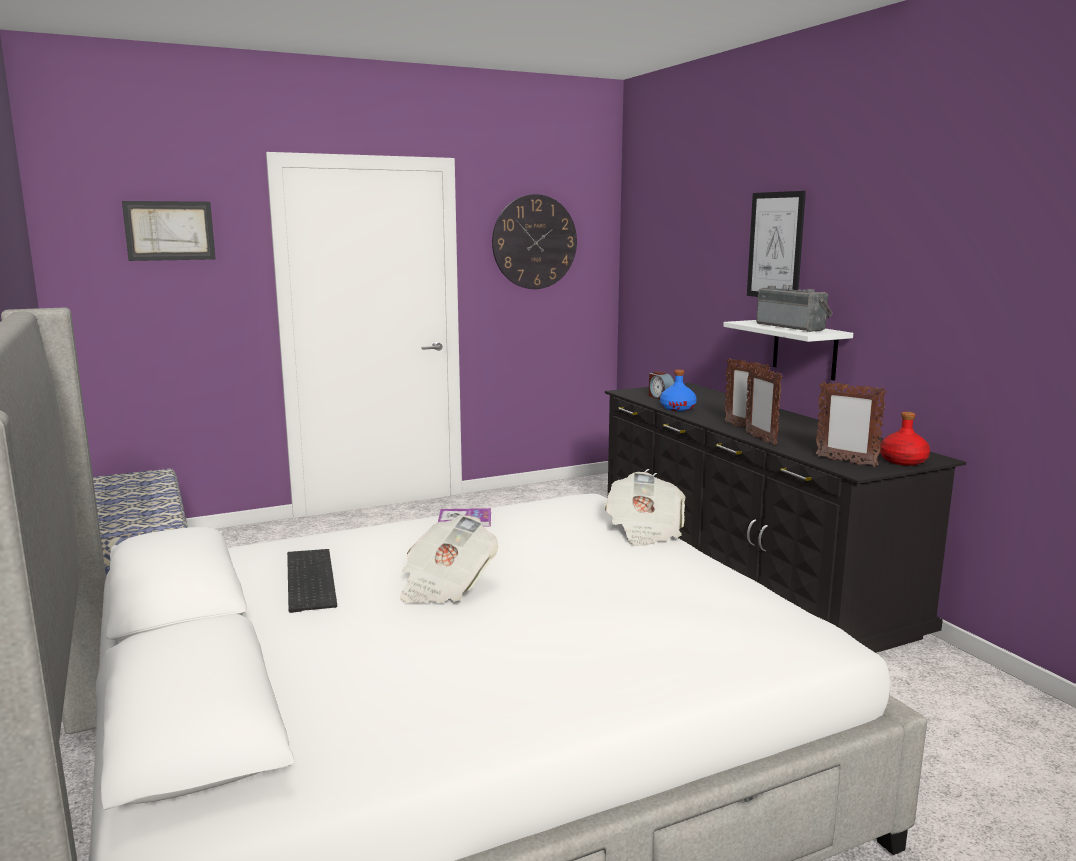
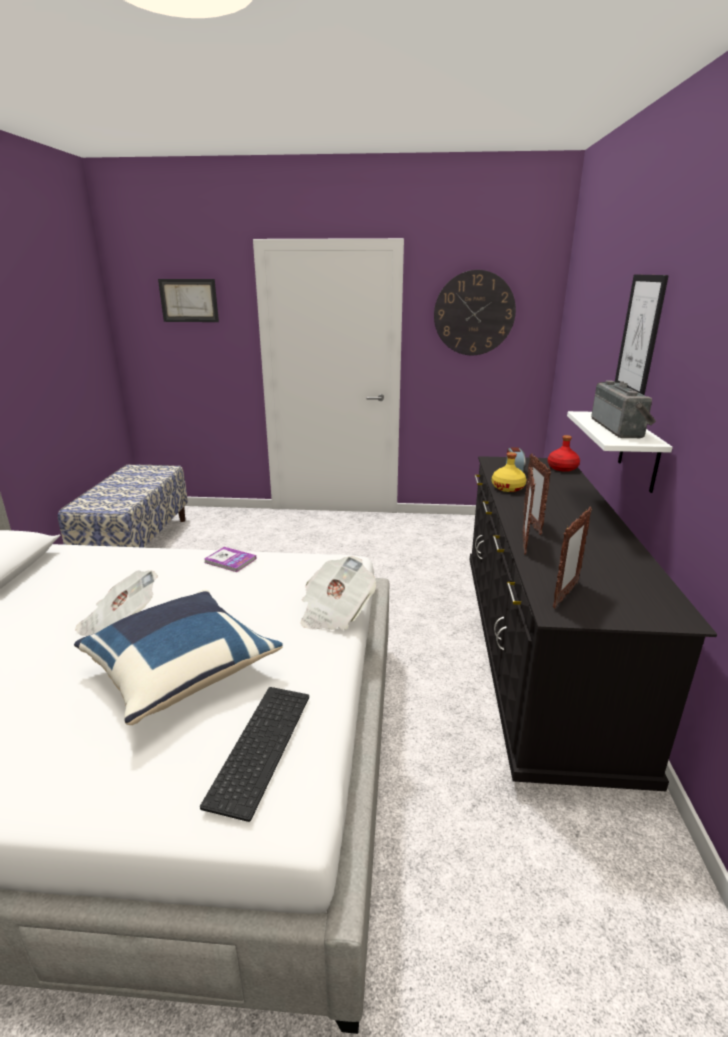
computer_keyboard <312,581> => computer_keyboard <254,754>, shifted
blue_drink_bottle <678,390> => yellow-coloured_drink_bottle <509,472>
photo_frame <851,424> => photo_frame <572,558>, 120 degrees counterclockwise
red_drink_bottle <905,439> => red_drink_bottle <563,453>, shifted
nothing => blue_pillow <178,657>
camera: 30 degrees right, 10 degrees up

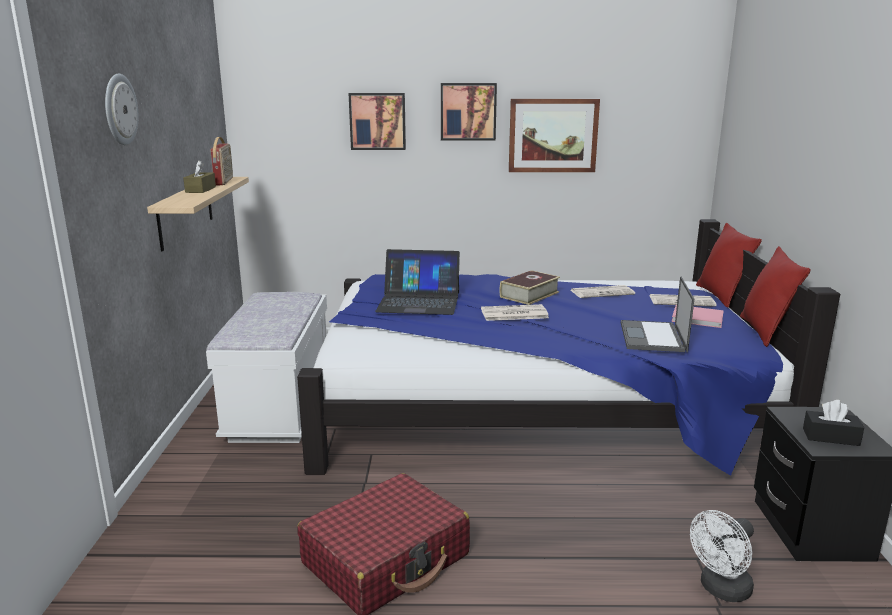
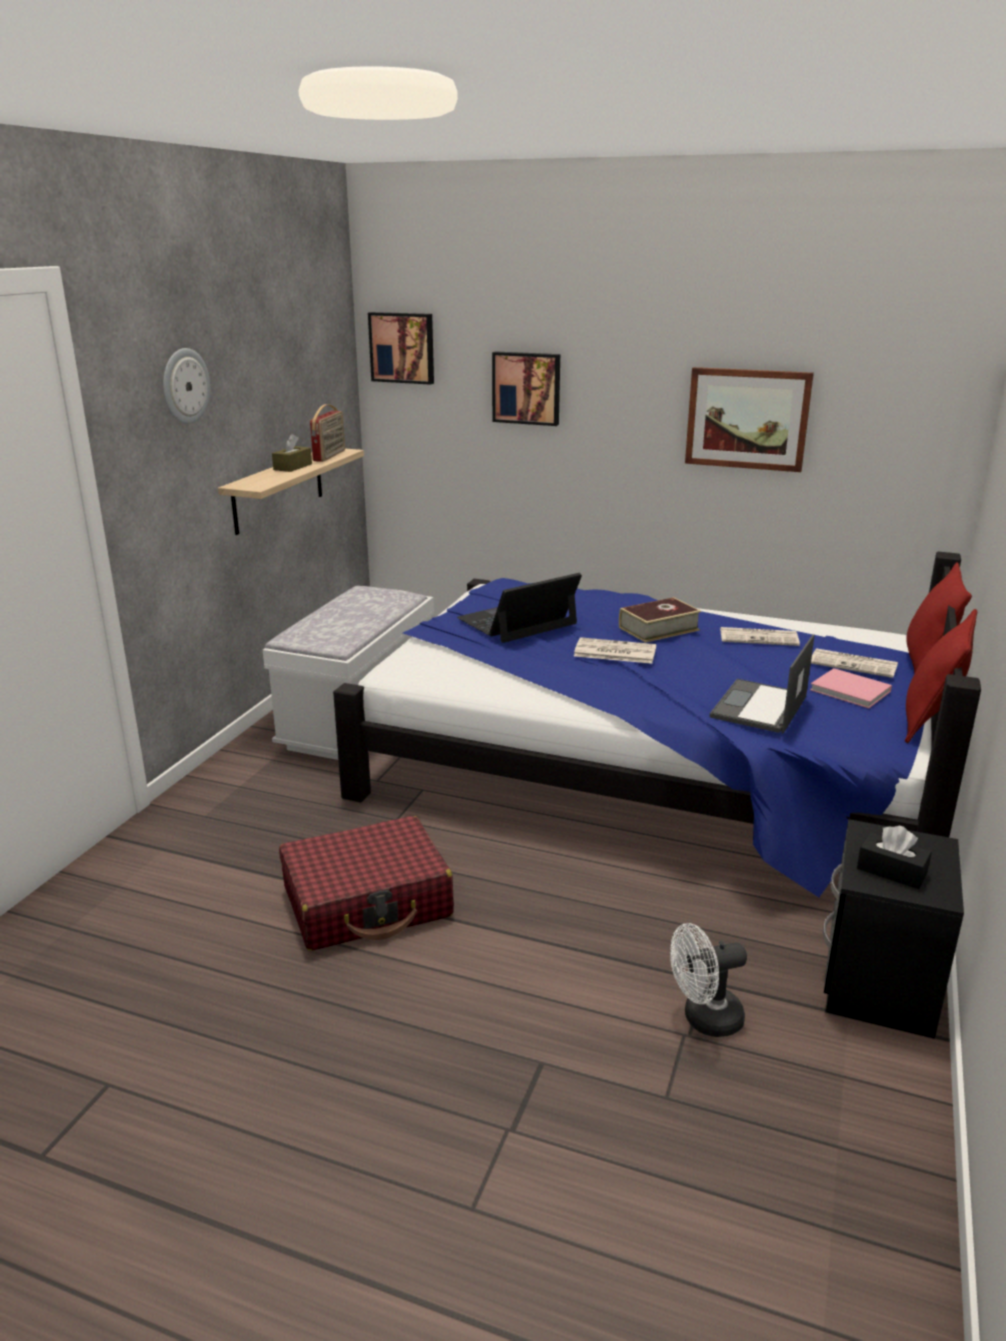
notebook_computer <417,282> => notebook_computer <519,608>, 120 degrees clockwise
picture <469,112> => picture <401,348>, shifted
camera: 20 degrees right, 5 degrees up

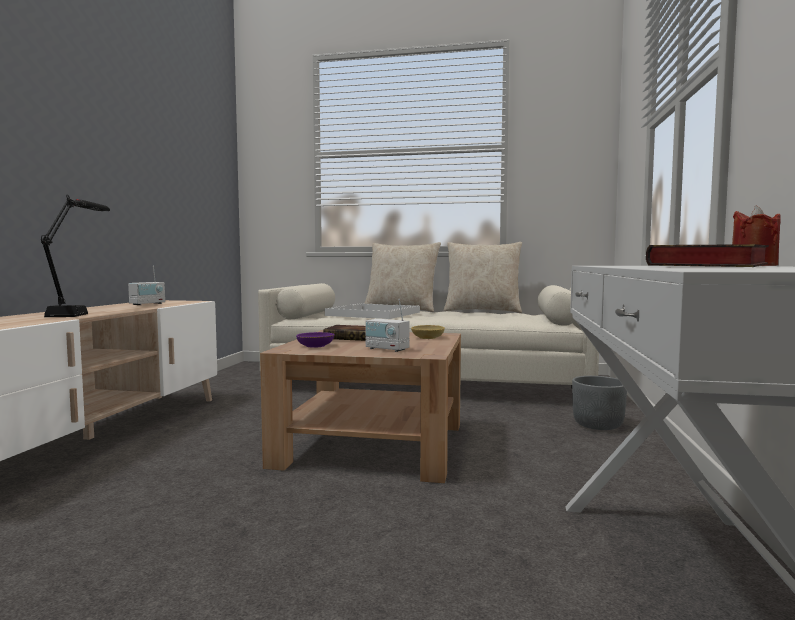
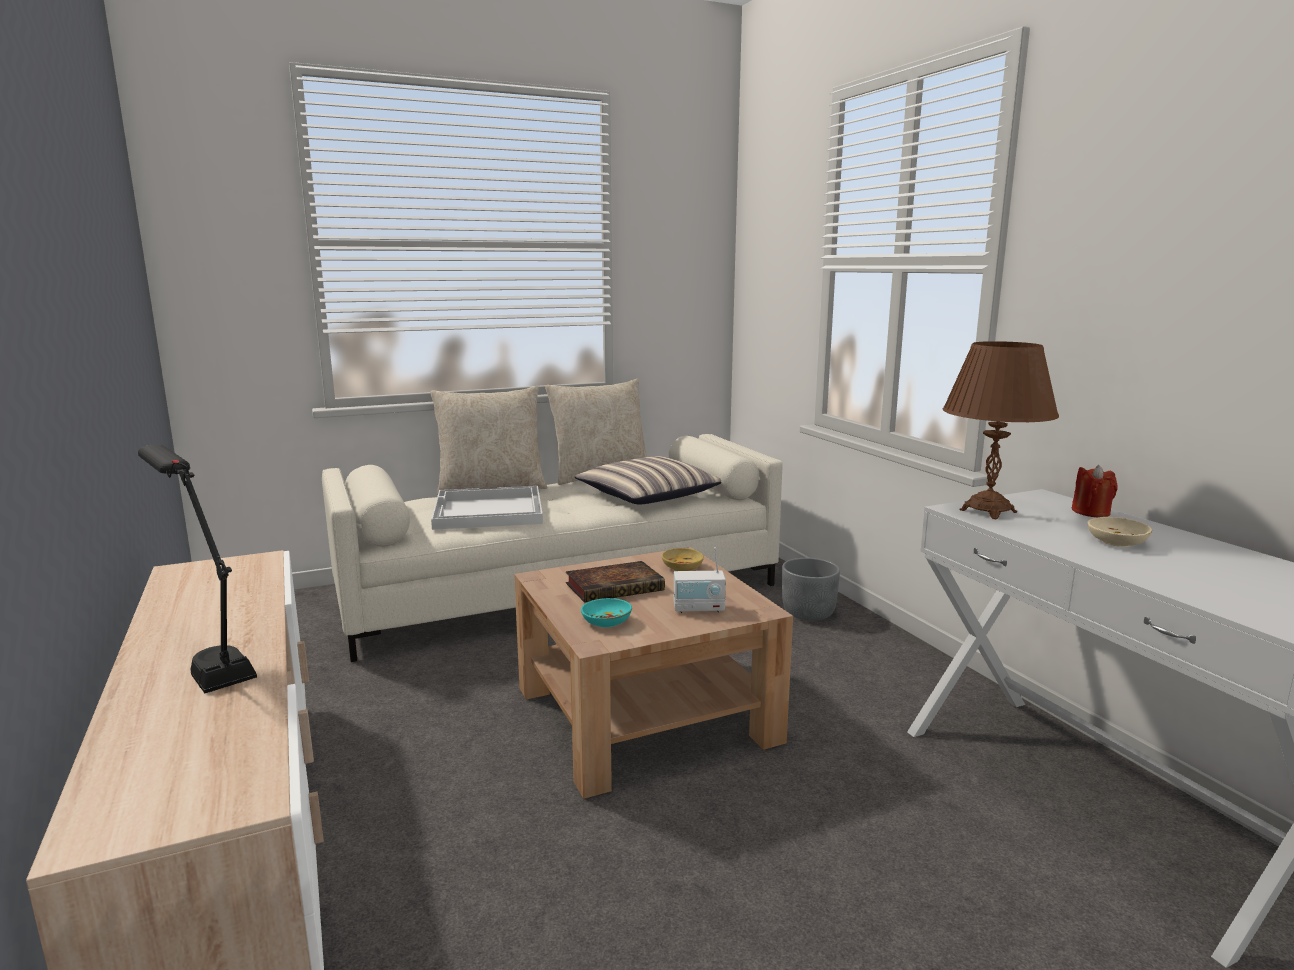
radio_receiver <146,285> => nothing
purplish_deep_dish <315,340> => turquoise-coloured_deep_dish <606,612>
bound_book <707,255> => sand-coloured_deep_dish <1120,532>
nothing => pillow <647,480>
nothing => brownish_table_lamp <1001,430>
camera: 35 degrees left, 10 degrees up

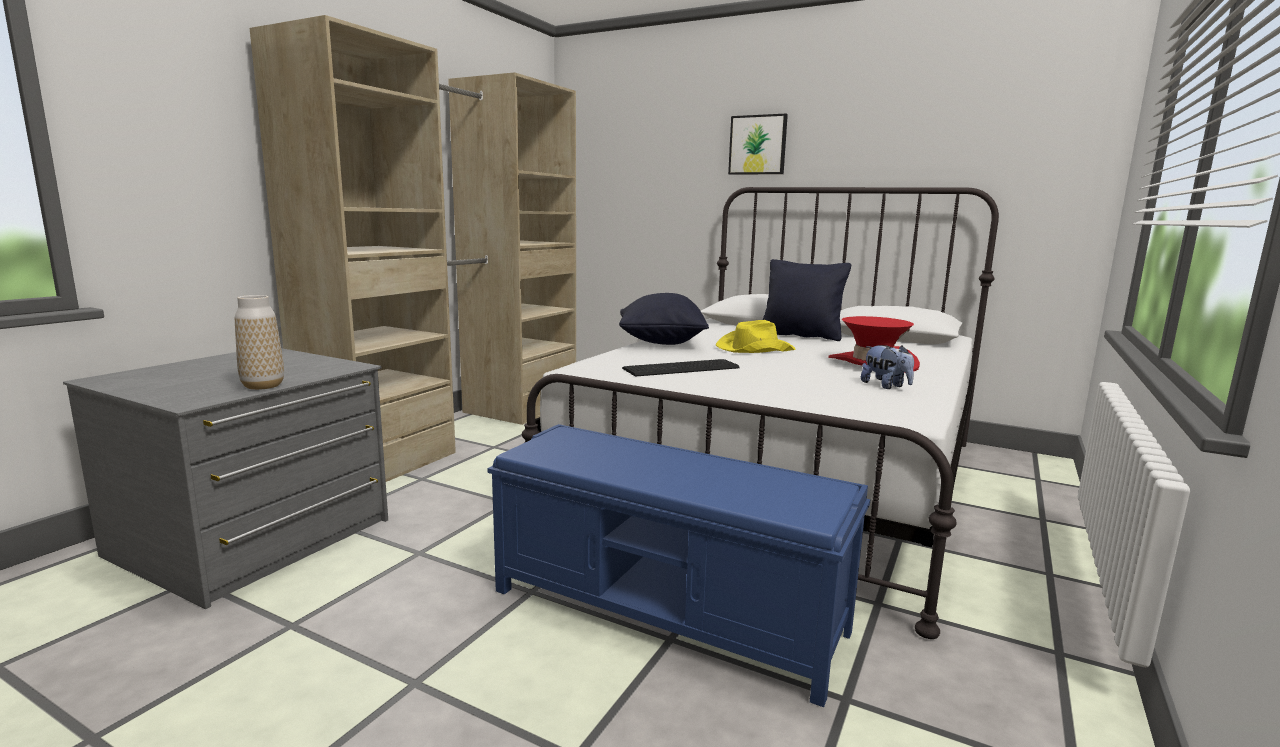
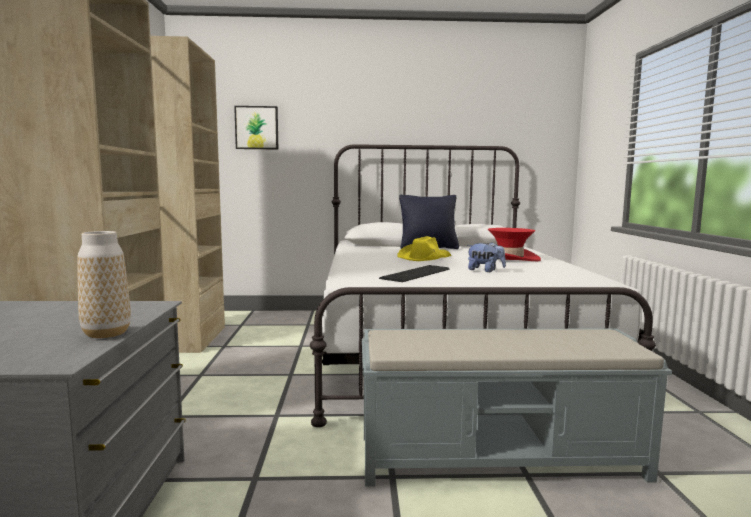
blue_long_seat <678,565> => gray_long_seat <517,407>
black_pillow <664,319> => nothing
picture <758,144> => picture <256,127>, shifted
soft_toy <887,367> => soft_toy <486,257>, shifted
camera: 30 degrees left, 5 degrees down

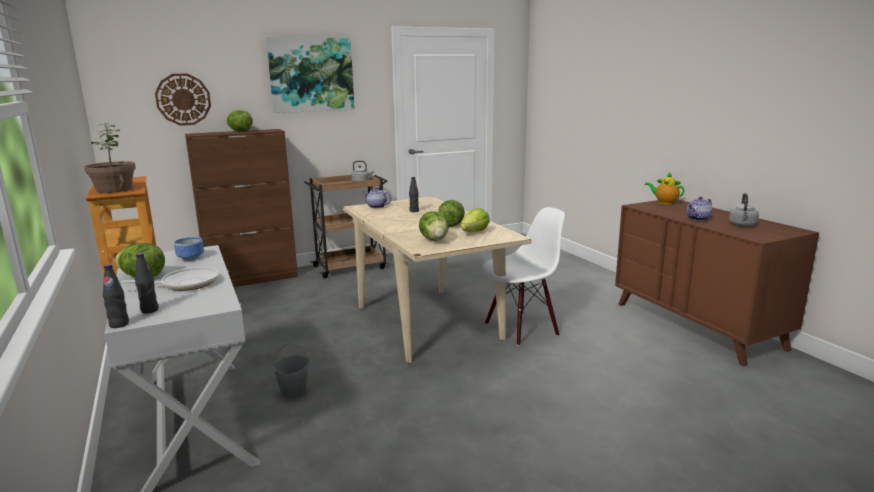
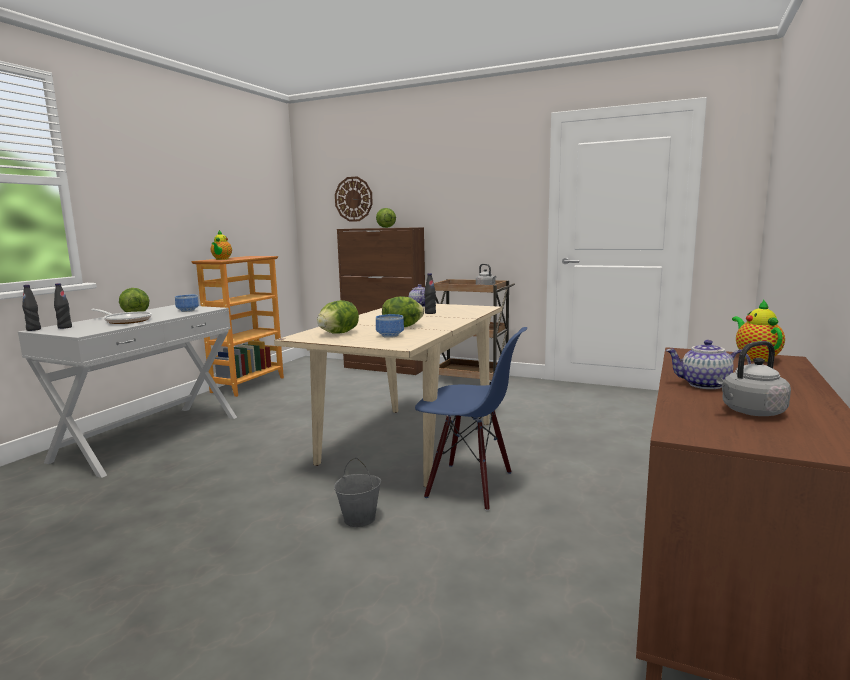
plant_in_a_pot <110,158> => pot_for_tea <221,245>
picture <310,75> => nothing
gray_water_bucket <291,371> => gray_water_bucket <357,492>, shifted
head_of_lettuce <475,220> => deep_dish <390,326>
white-coloured_plain_chair <523,276> => blue_plain_chair <471,419>
camera: 50 degrees right, 5 degrees down

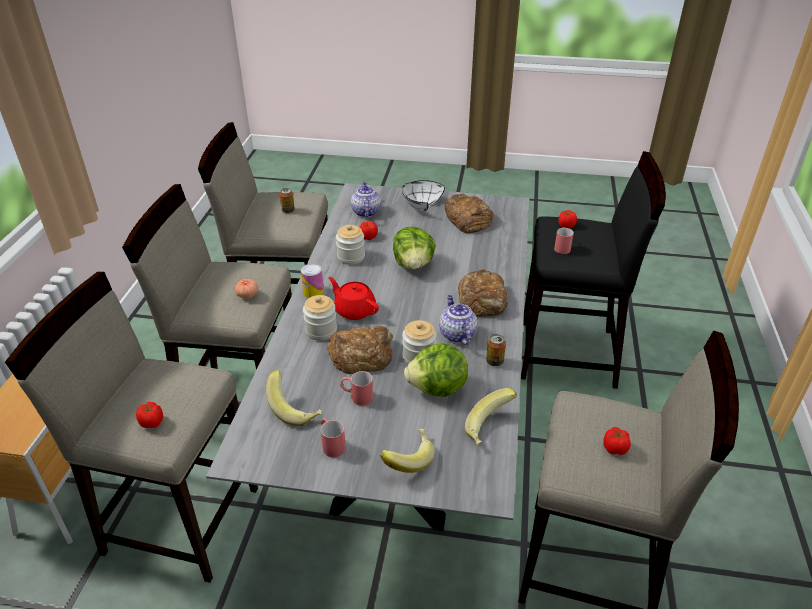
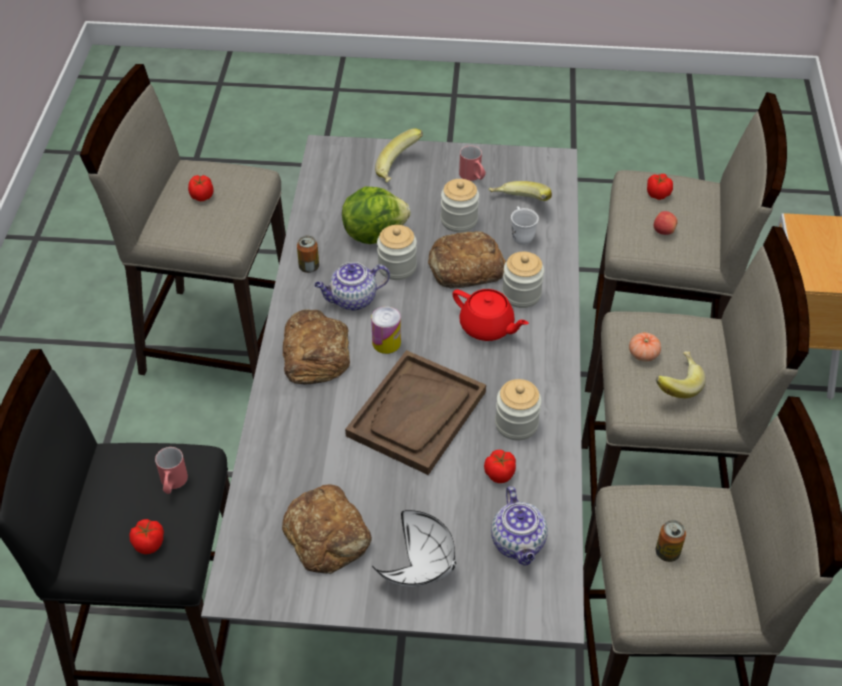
can <312,281> => can <386,330>, shifted
red_coffee_mug <356,388> => storage_jar <460,205>
head_of_lettuce <414,247> => brownish_carrying_tray <415,412>
pot_for_tea <458,320> => pot_for_tea <352,286>, 90 degrees clockwise
banana <491,416> => banana <680,374>, shifted
nothing => white-coloured_coffee_mug <525,225>
nothing => apple_fruit <666,223>
camera: 175 degrees right, 10 degrees up

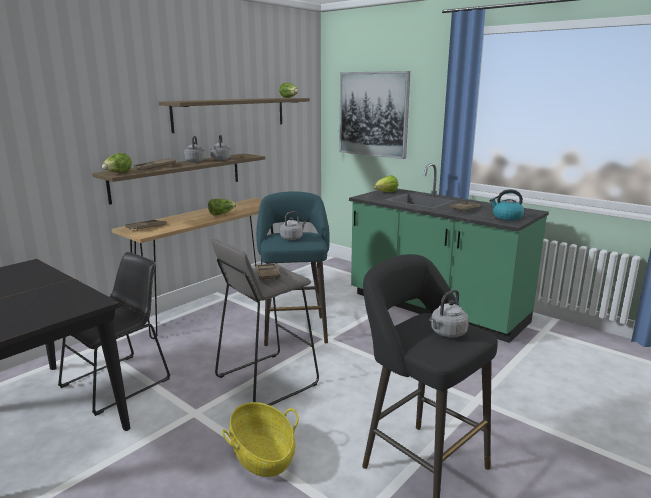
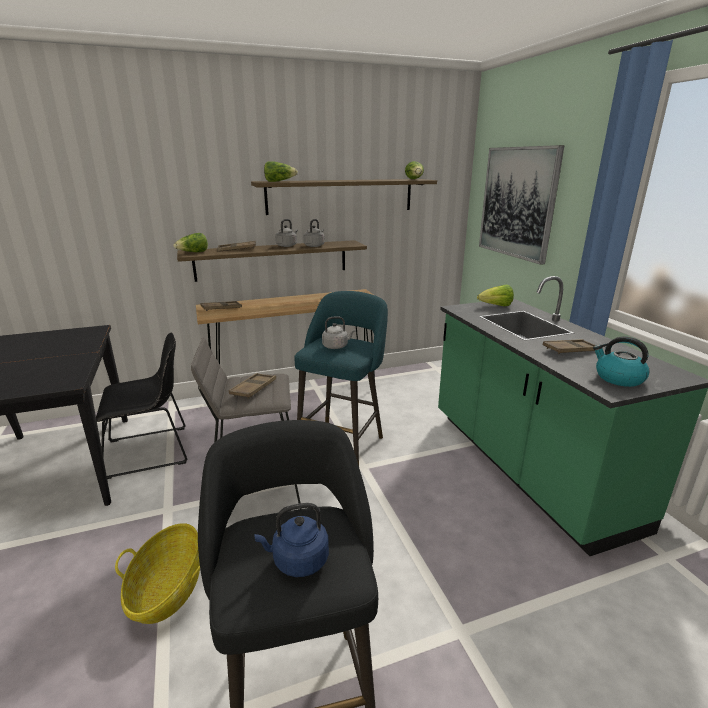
head_of_lettuce <222,207> => head_of_lettuce <281,171>, shifted
gray_tea_kettle <449,314> => blue_tea_kettle <291,540>
camera: 30 degrees right, 5 degrees up

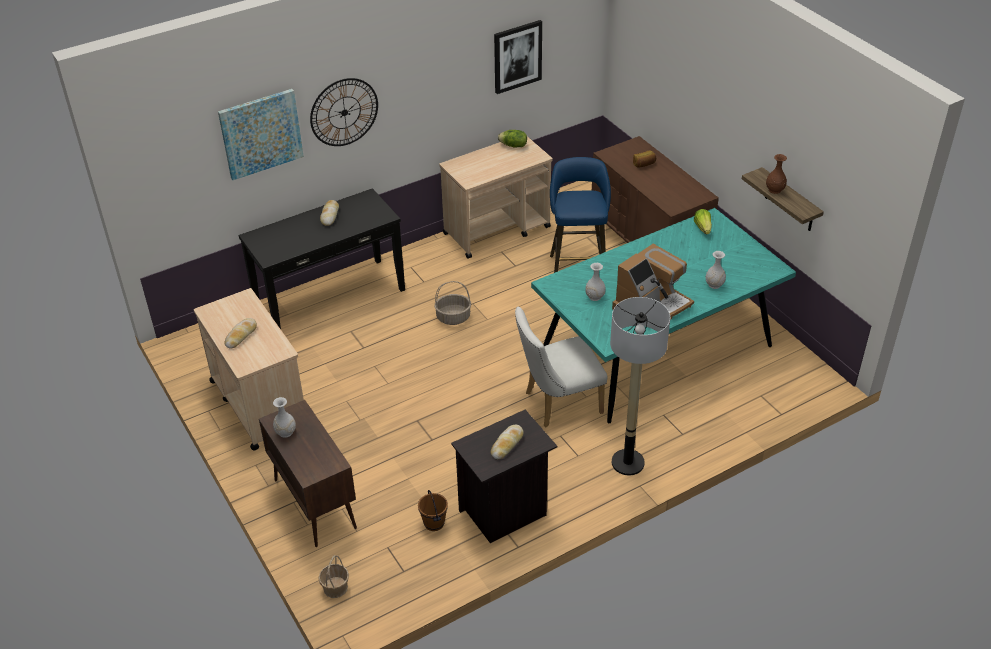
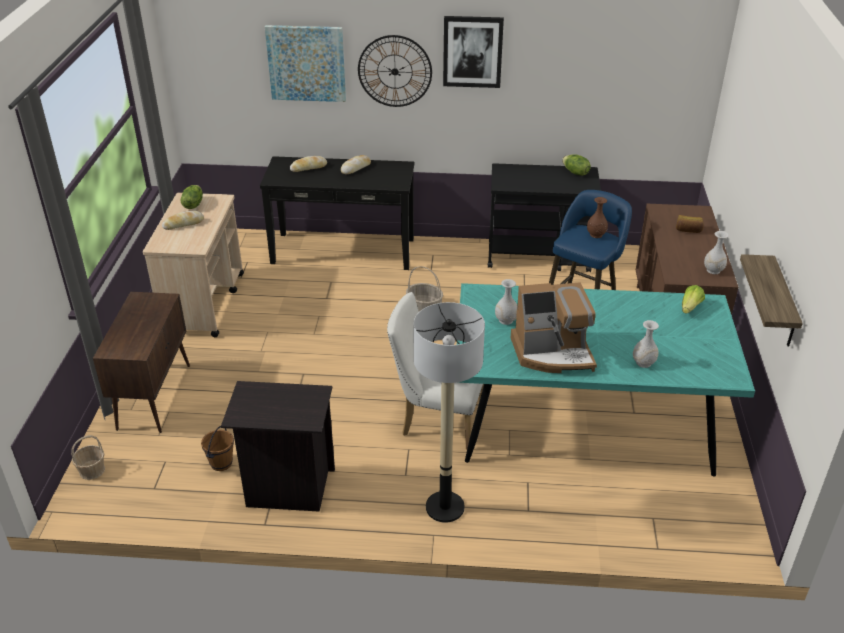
white-coloured_decorative_vase <284,417> => white-coloured_decorative_vase <716,252>, shifted
sand-coloured_wheeled_cart <496,197> => black_wheeled_cart <544,217>
bread <507,442> => bread <308,164>, shifted
picture <518,57> => picture <473,52>, shifted
brownish_decorative_vase <776,174> => brownish_decorative_vase <597,217>, shifted
nothing => head_of_lettuce <191,197>
camera: 35 degrees right, 5 degrees down

